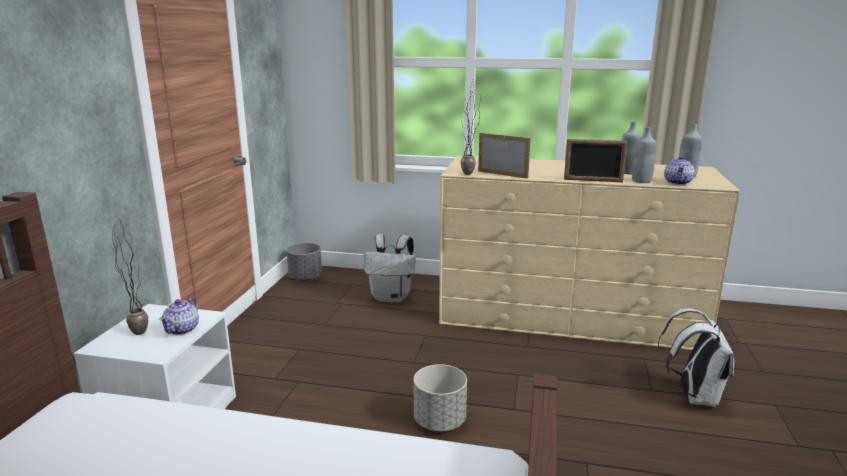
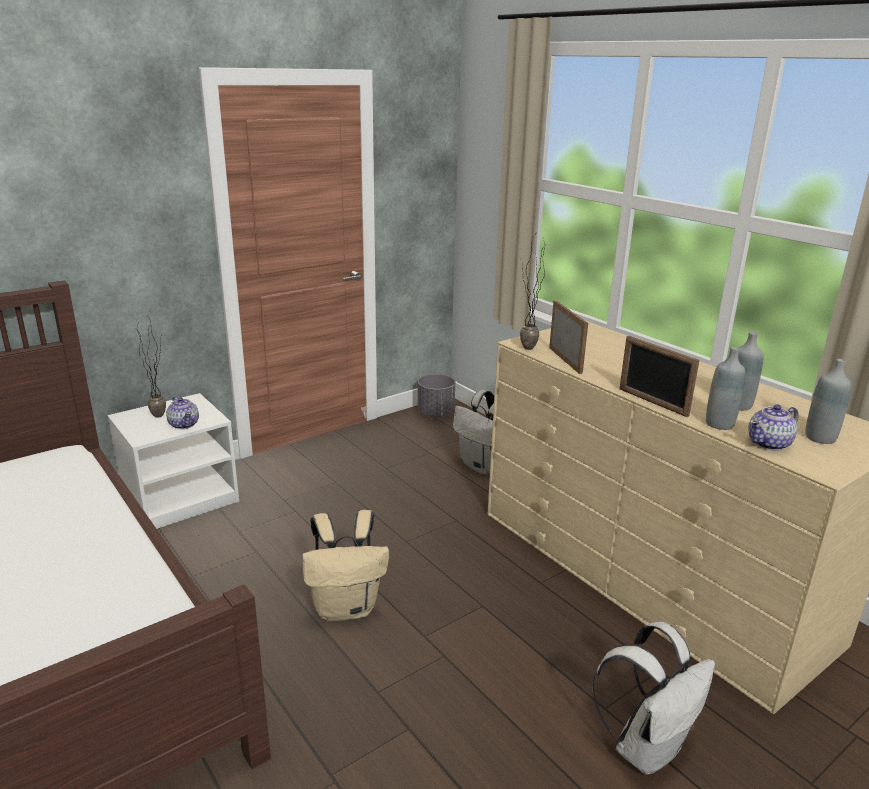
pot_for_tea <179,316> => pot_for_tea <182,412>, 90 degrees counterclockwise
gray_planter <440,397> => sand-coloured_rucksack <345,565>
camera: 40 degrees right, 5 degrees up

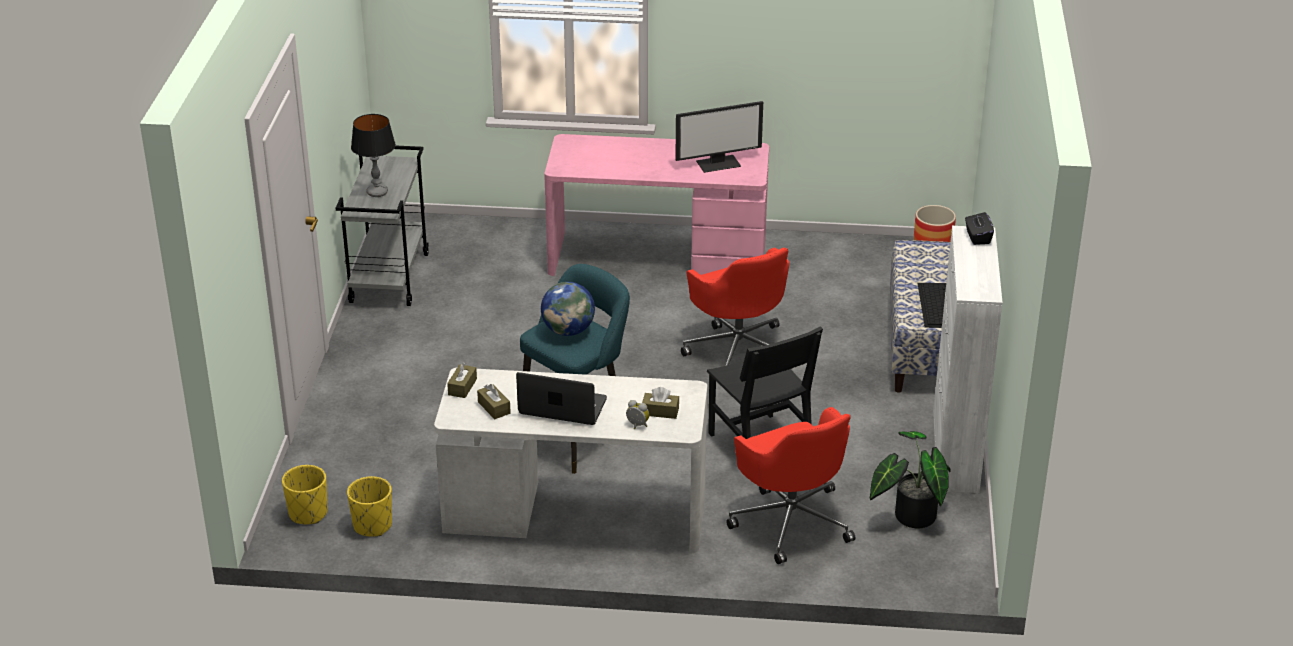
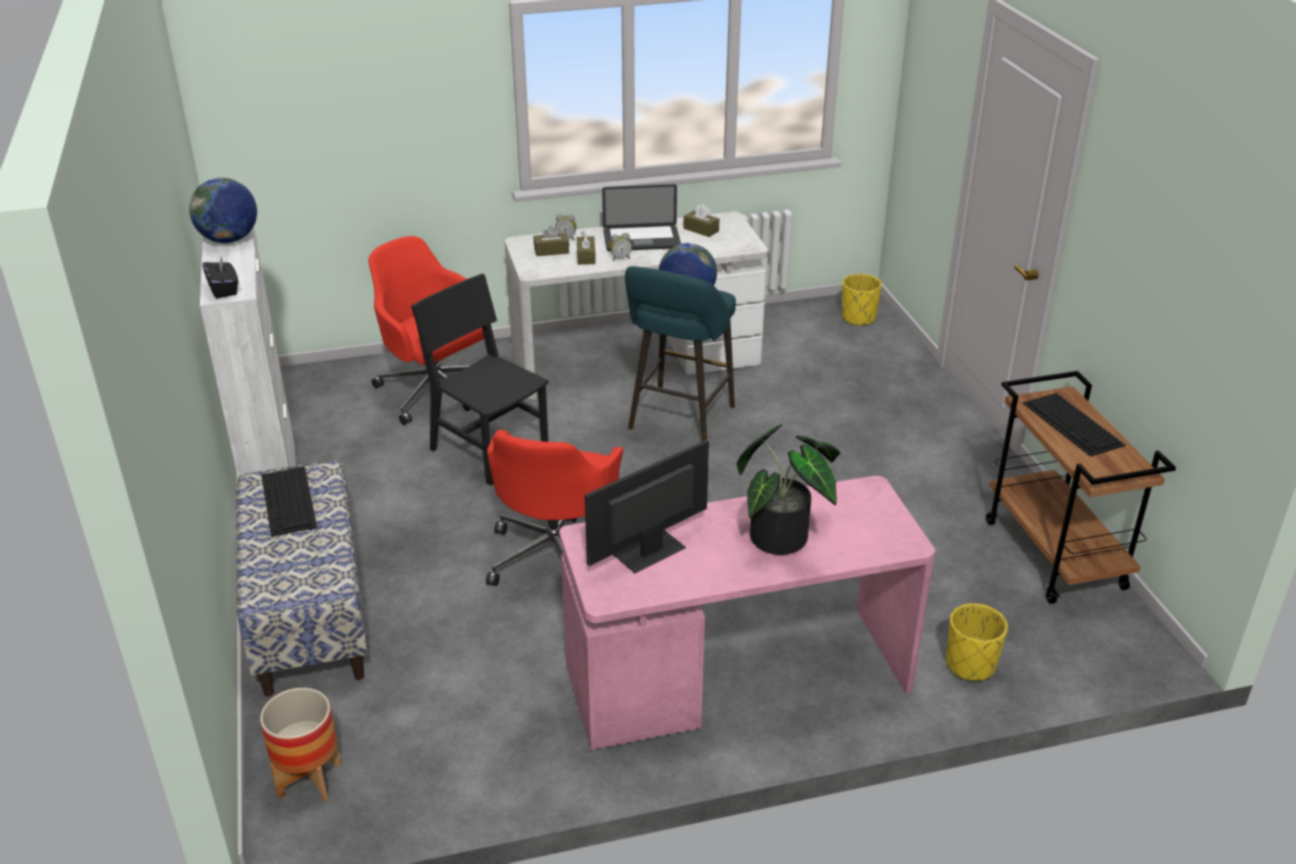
gray_wheeled_cart <382,226> => brownish_wheeled_cart <1081,487>
yellow-coloured_planter <369,506> => yellow-coloured_planter <977,642>, shifted
table_lamp <373,155> => computer_keyboard <1074,425>
brownish_box_of_tissues <462,380> => brownish_box_of_tissues <586,248>, shifted
red_office_chair <735,307> => red_office_chair <555,508>, 120 degrees counterclockwise
plant_in_a_pot <910,479> => plant_in_a_pot <788,489>, shifted
nothing => desk_globe <223,210>
nothing => alarm_clock <620,247>
camera: 160 degrees right, 0 degrees up

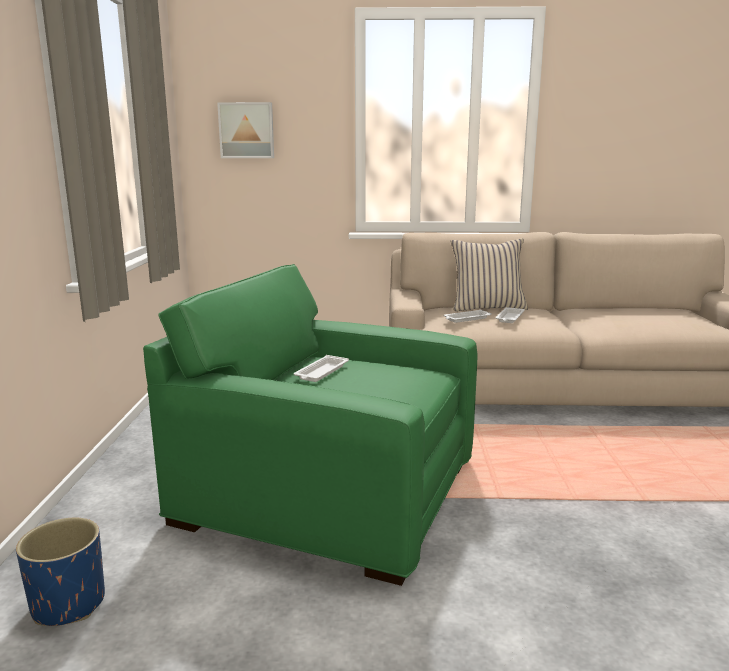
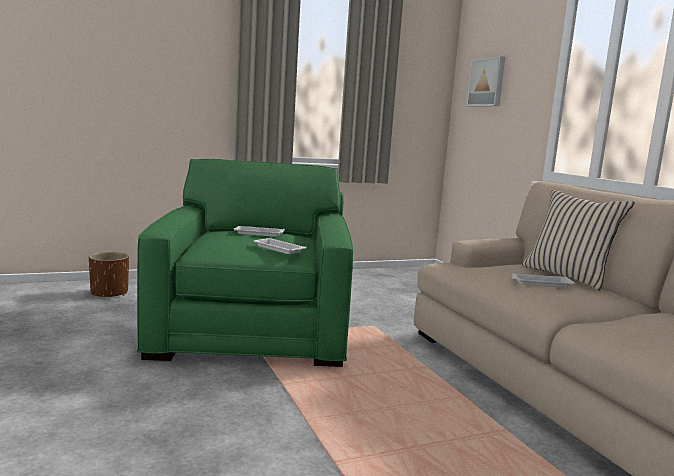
blue_planter <60,572> => brownish_planter <109,275>
white-coloured_carrying_tray <468,316> => white-coloured_carrying_tray <280,246>, shifted
camera: 65 degrees right, 5 degrees down

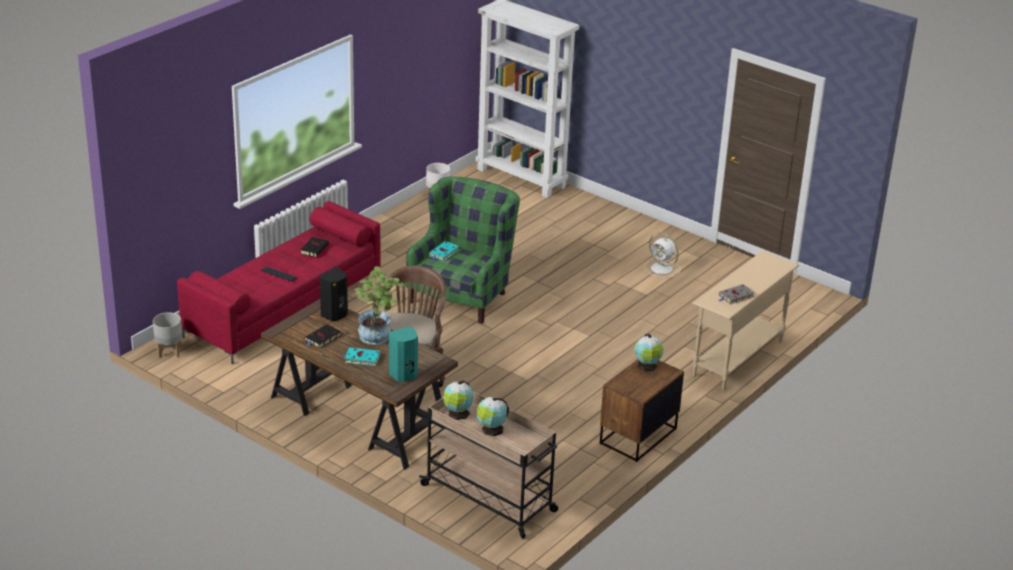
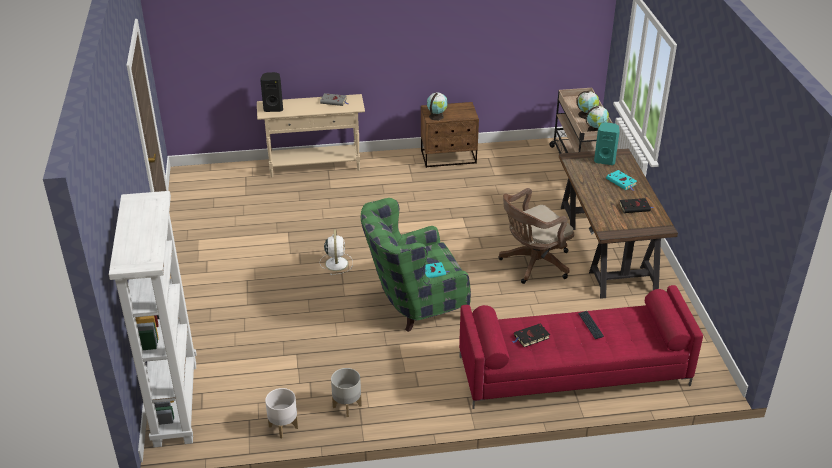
gray_planter <167,335> => gray_planter <346,392>, shifted
black_speaker <334,294> => black_speaker <271,92>, shifted
plant_in_a_pot <379,305> => nothing
white-coloured_cooling_fan <662,255> => white-coloured_cooling_fan <336,252>, shifted
camera: 135 degrees left, 5 degrees up

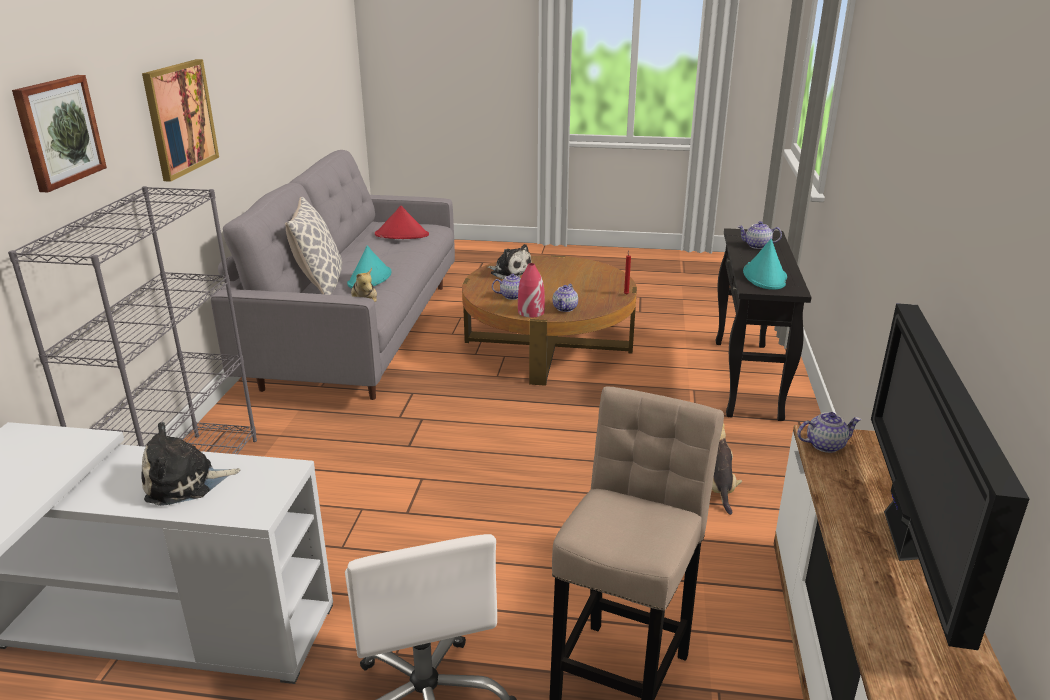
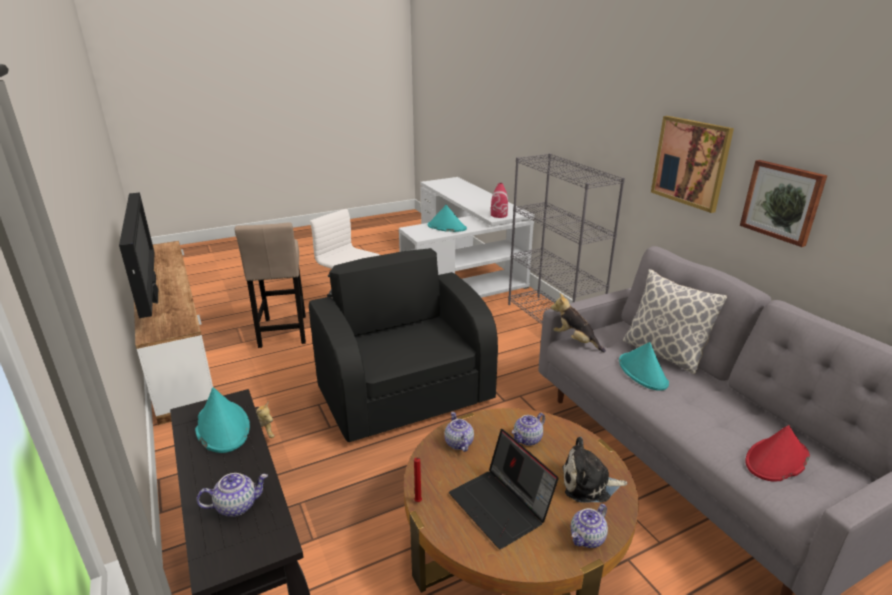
picture <59,133> => picture <784,203>, shifted
soft_toy <190,464> => turquoise-coloured_wearable_hat <447,218>
red_decorative_vase <531,290> => red_decorative_vase <499,200>, shifted
pot_for_tea <829,432> => pot_for_tea <589,526>, shifted
nothing => black_armchair <403,345>
nothing => notebook_computer <504,489>
camera: 145 degrees right, 0 degrees up

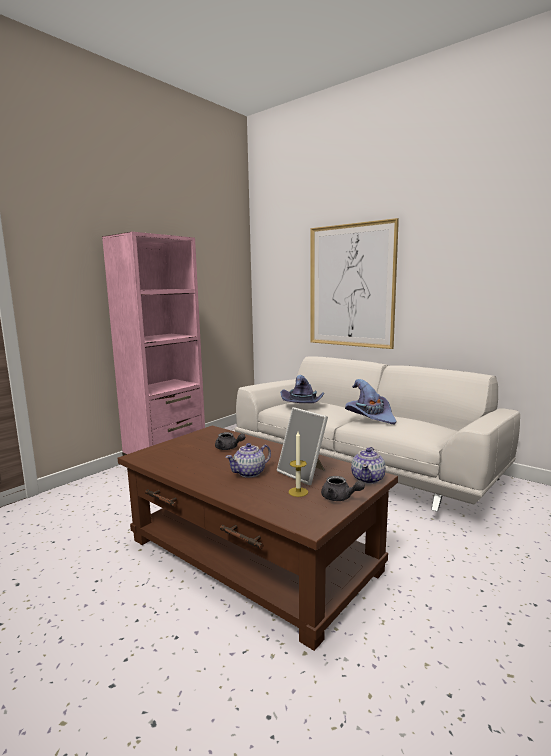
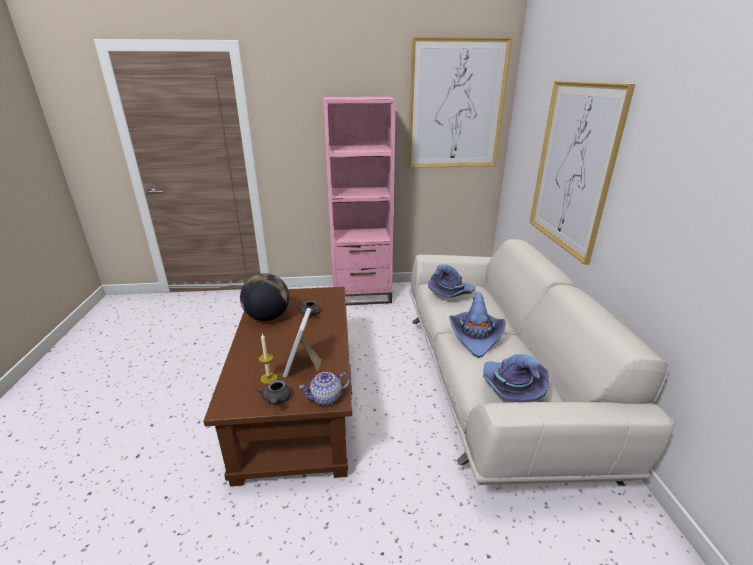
pot_for_tea <248,460> => nothing
nothing => desk_globe <264,297>
nothing => picture <460,102>
nothing => purplish_wearable_hat <515,378>
camera: 45 degrees right, 15 degrees up

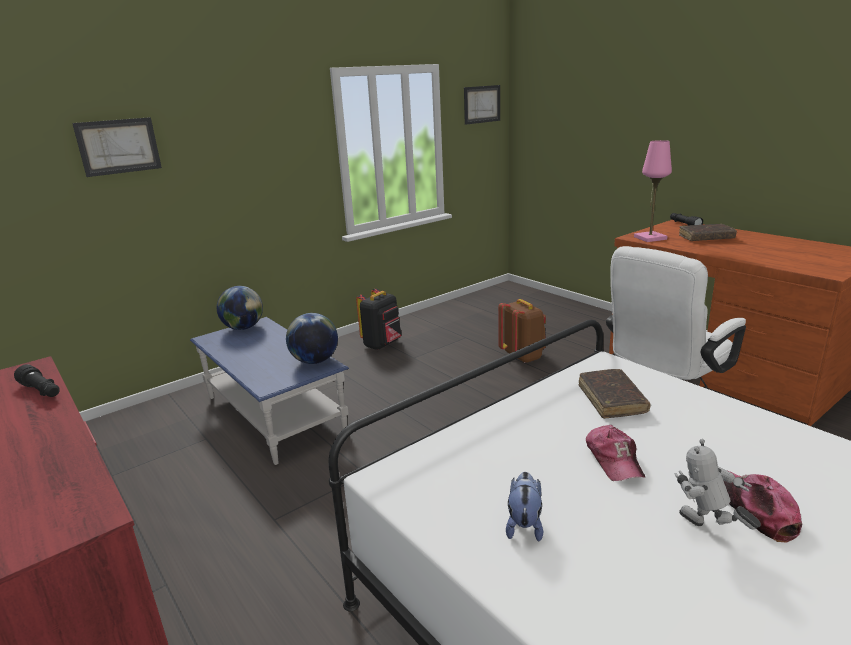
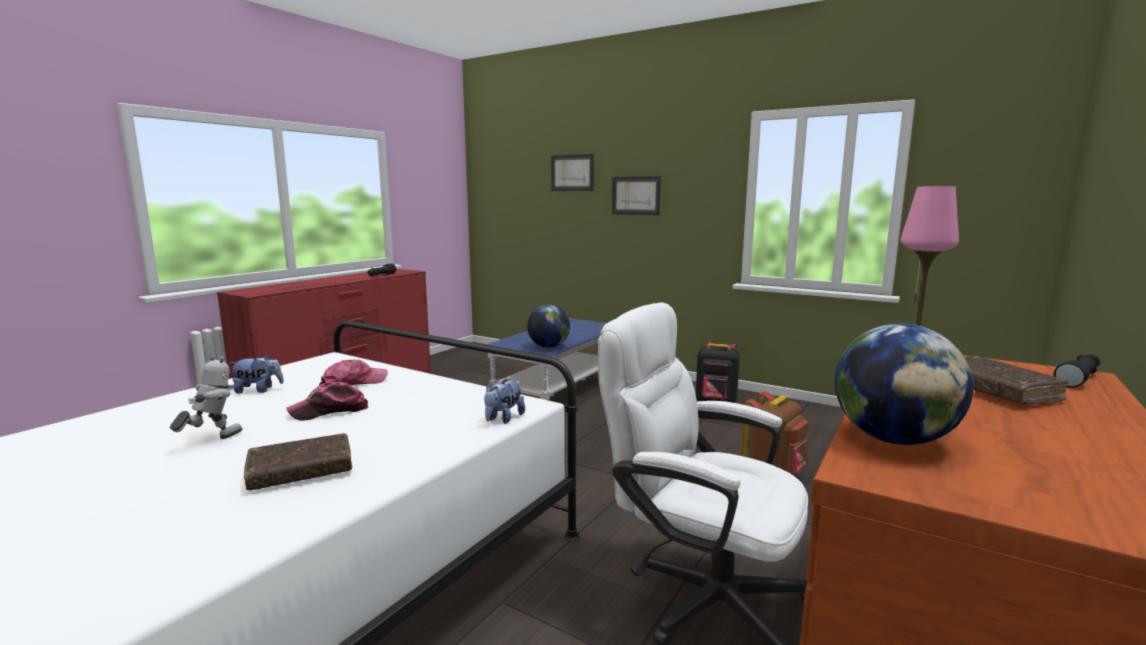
desk_globe <240,308> => desk_globe <904,384>, shifted
picture <482,105> => picture <636,195>, shifted
brownish_bound_book <614,394> => brownish_bound_book <298,461>, shifted
cap <762,506> => cap <353,372>, shifted
nothing => soft_toy <504,401>
camera: 70 degrees right, 10 degrees down

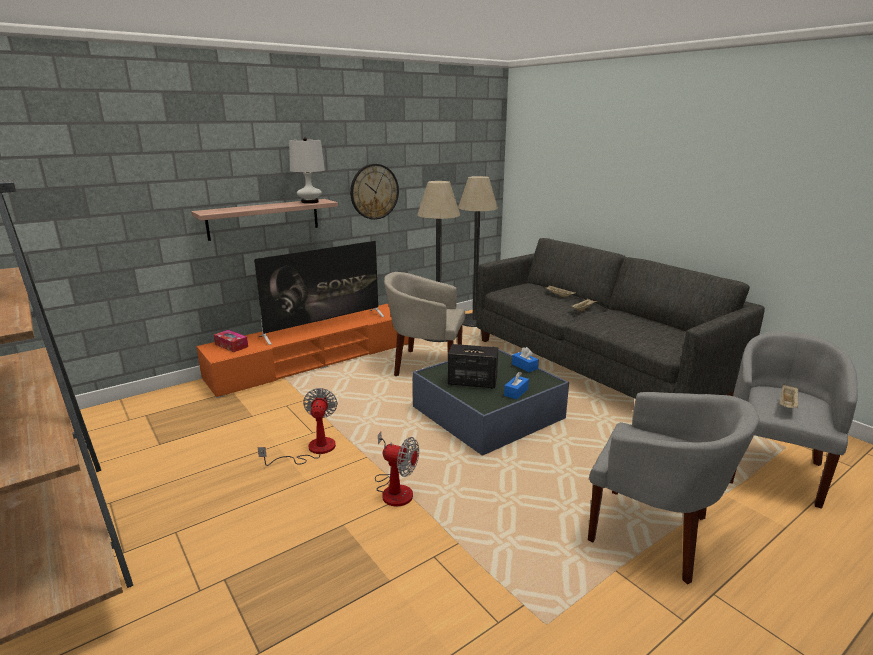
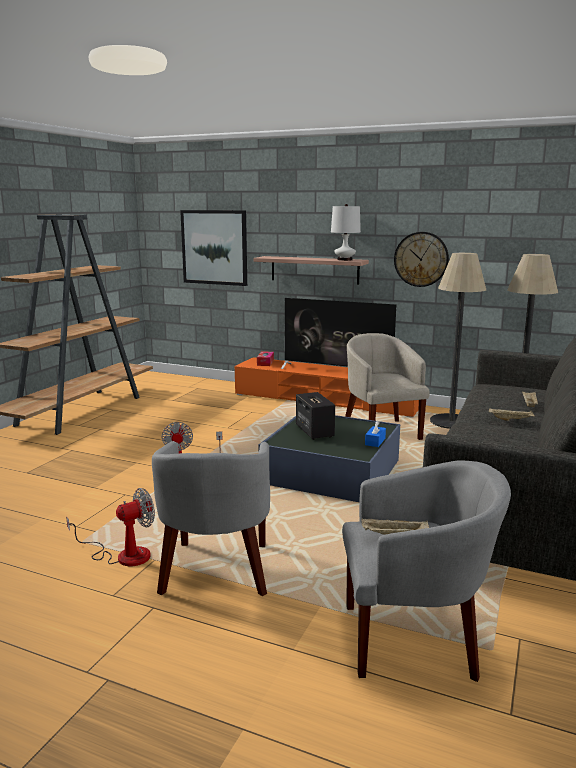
cooling_fan <298,427> => cooling_fan <110,527>, shifted
blue_box_of_tissues <516,385> => nothing
nothing => picture <213,248>
camera: 60 degrees right, 5 degrees down

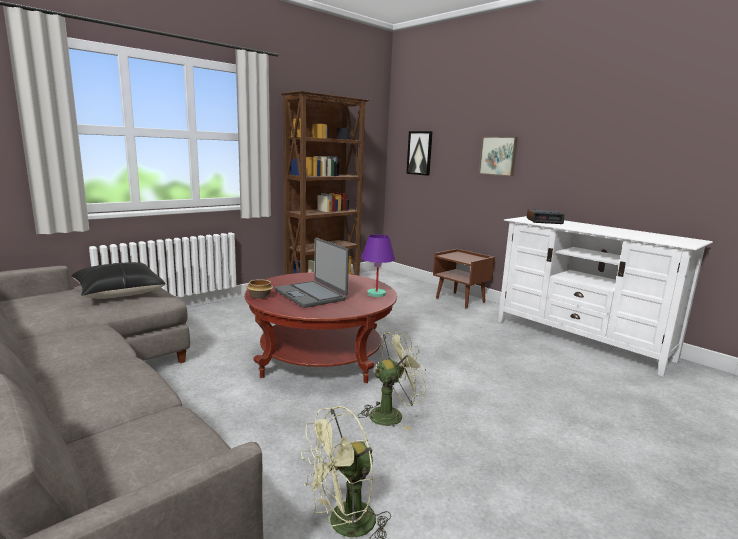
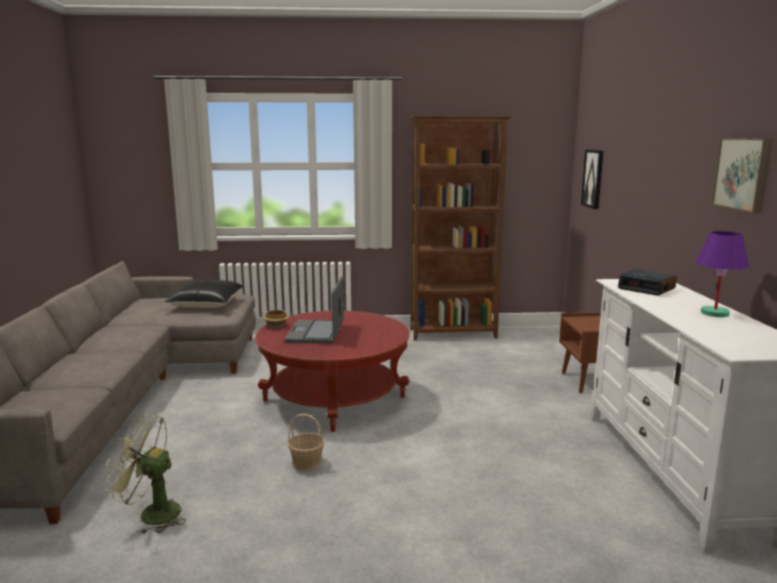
green_cooling_fan <393,380> => basket <306,442>
purplish_table_lamp <378,265> => purplish_table_lamp <722,274>, shifted
picture <498,156> => picture <742,175>, shifted
camera: 40 degrees right, 0 degrees up

